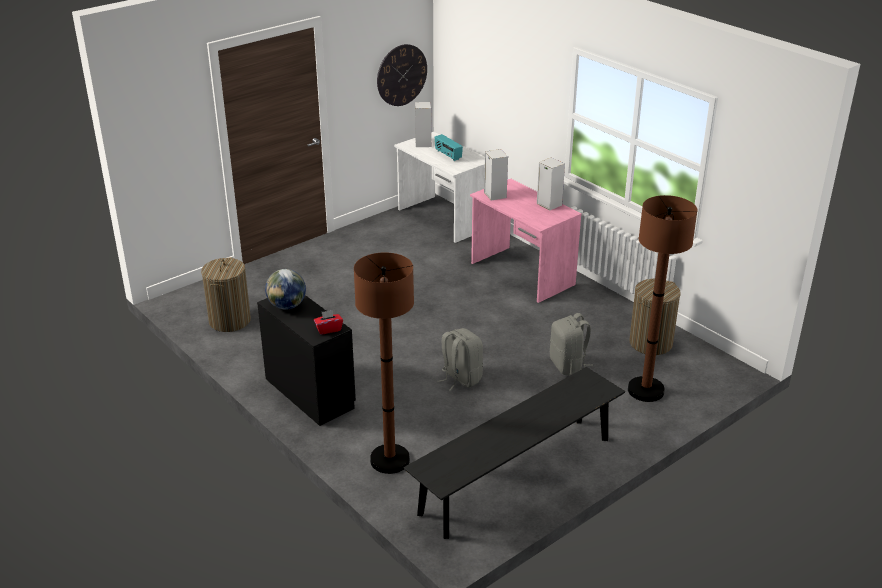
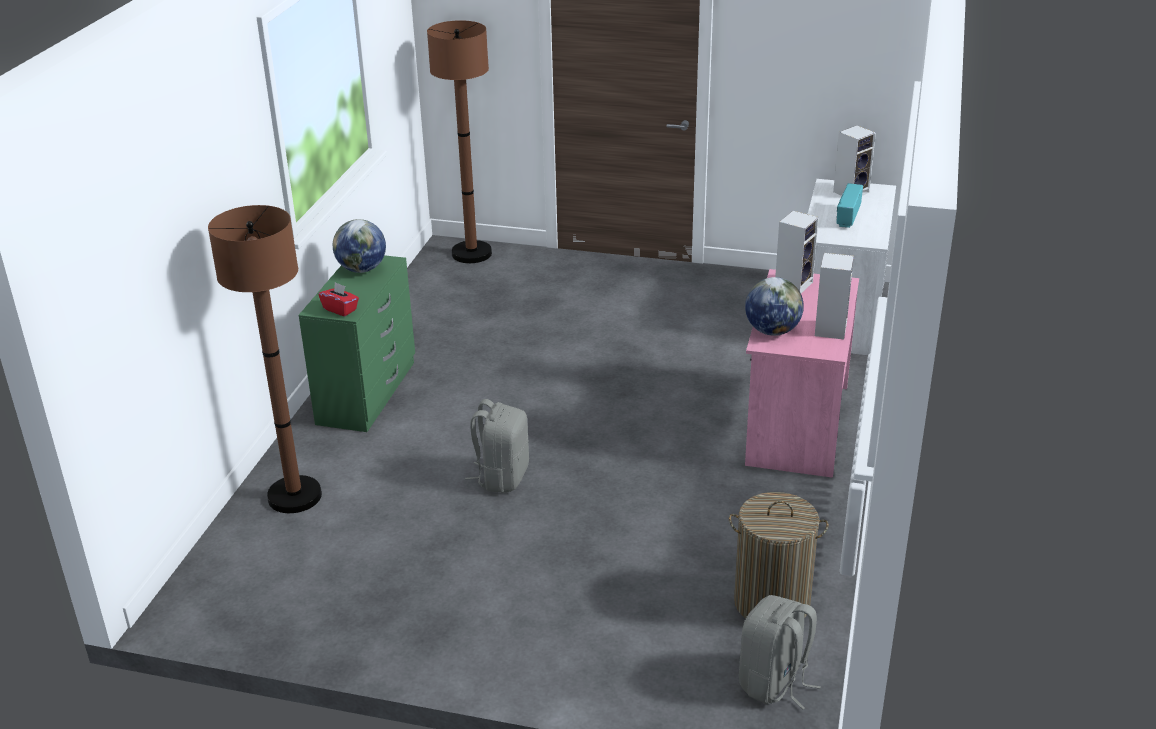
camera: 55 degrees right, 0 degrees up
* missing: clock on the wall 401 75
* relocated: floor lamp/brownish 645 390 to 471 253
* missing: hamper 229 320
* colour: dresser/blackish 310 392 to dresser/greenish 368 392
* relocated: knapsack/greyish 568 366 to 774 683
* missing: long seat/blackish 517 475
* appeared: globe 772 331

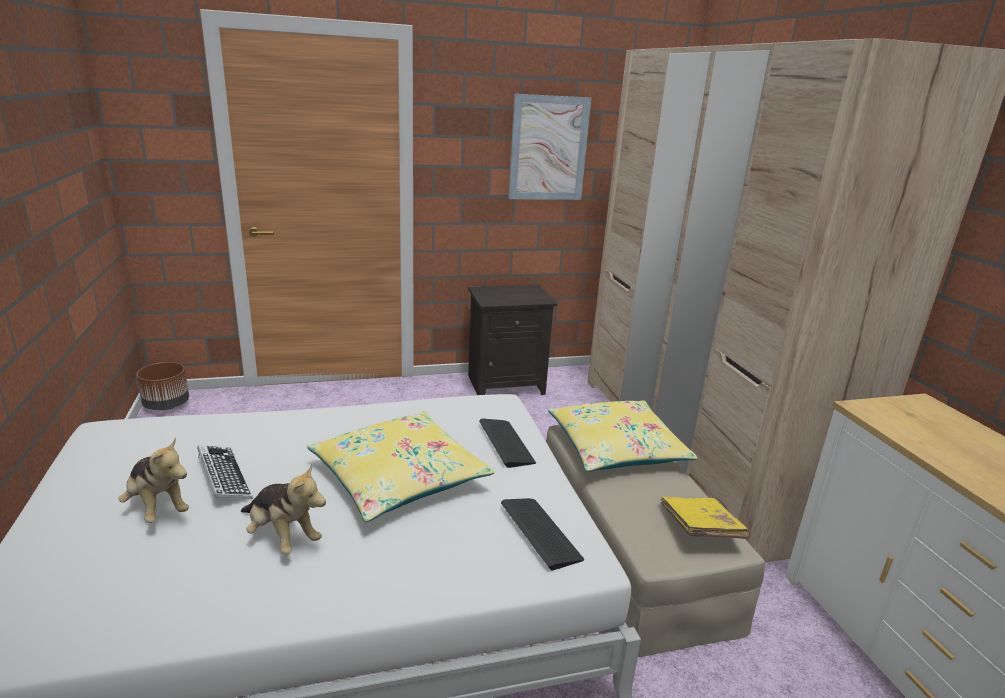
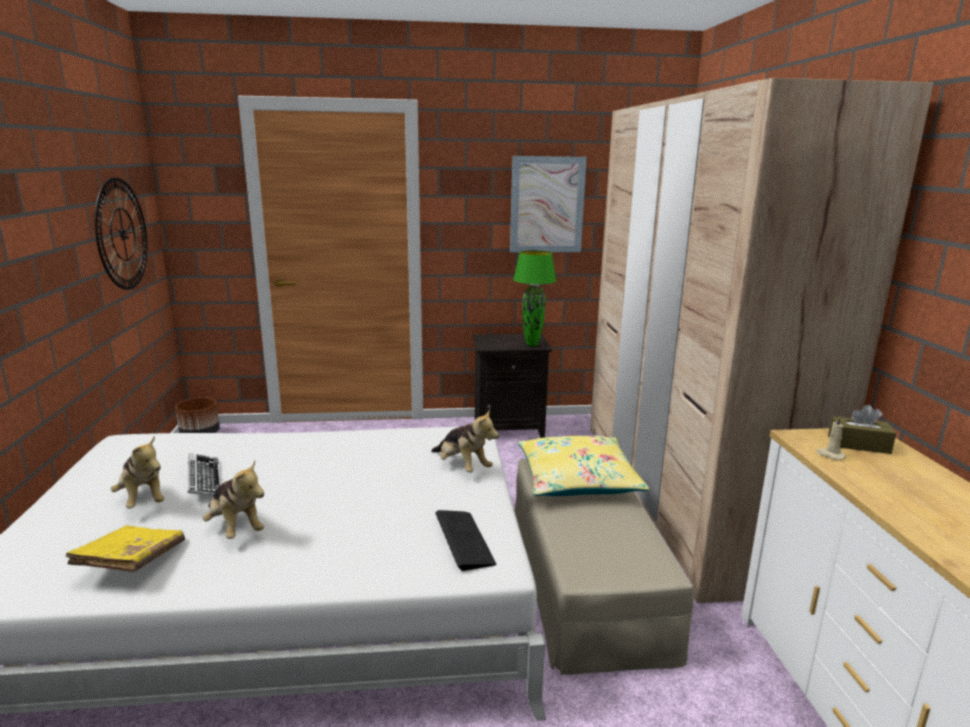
camera: 10 degrees right, 5 degrees down
* missing: throw pillow/yellow-coloured 399 477
* exchanged: keyboard 506 443 to cuddly toy 462 466
* relocated: book/yellow-coloured 700 529 to 131 562
* appeared: clock on the wall 122 234
* appeared: lamp for a table/greenish 532 345
* appeared: box of tissues/brownish 858 444
* appeared: wax candle/beige 830 455

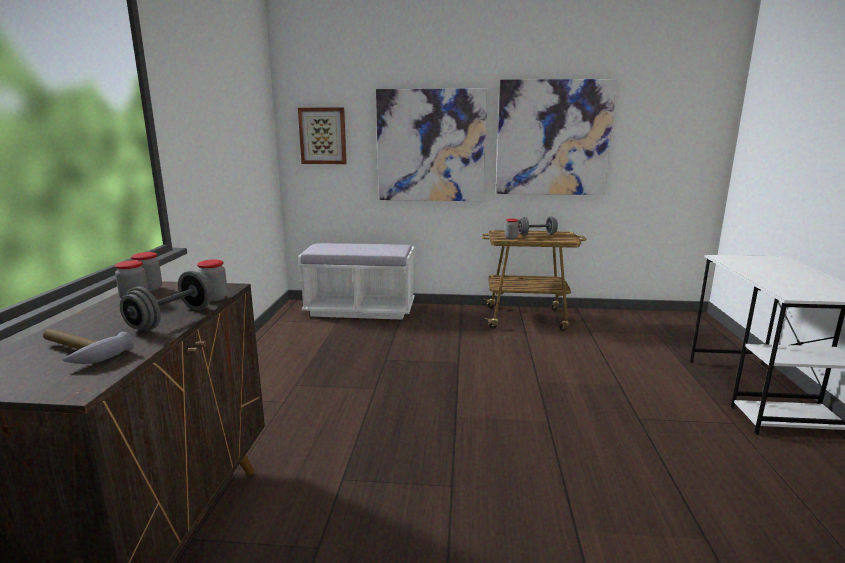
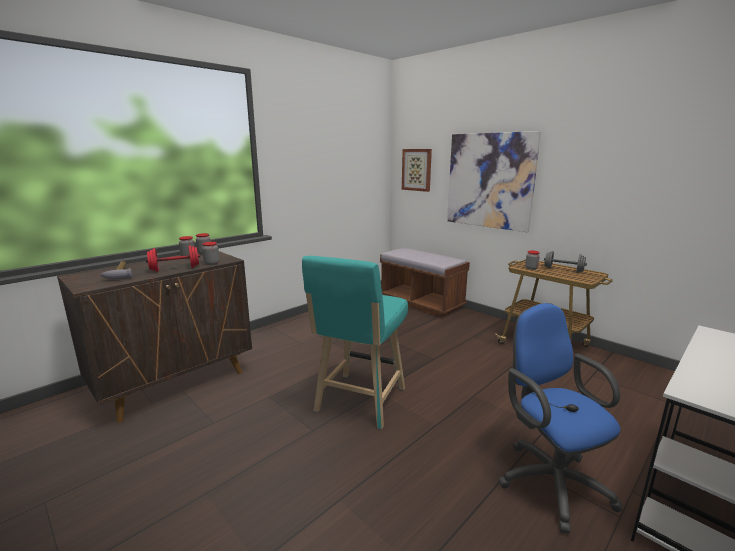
camera: 40 degrees right, 0 degrees up
* missing: wall art 553 138
* colour: long seat/white 360 310 to long seat/brownish 421 303
* colour: free weight/greyish 172 319 to free weight/red-coloured 175 269
* appeared: stool seat/turquoise 358 402
* appeared: computer chair/blue-coloured 548 479

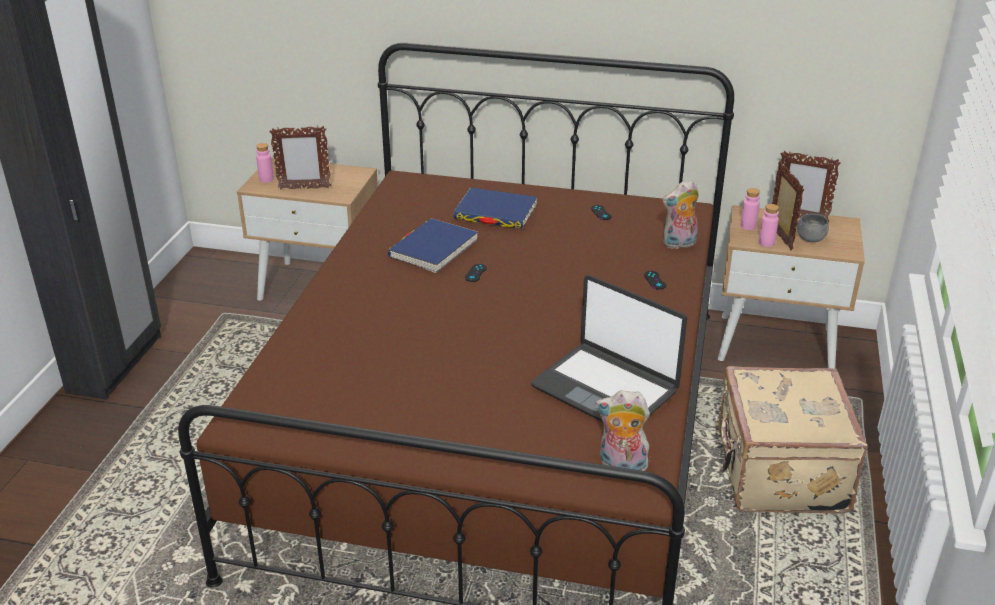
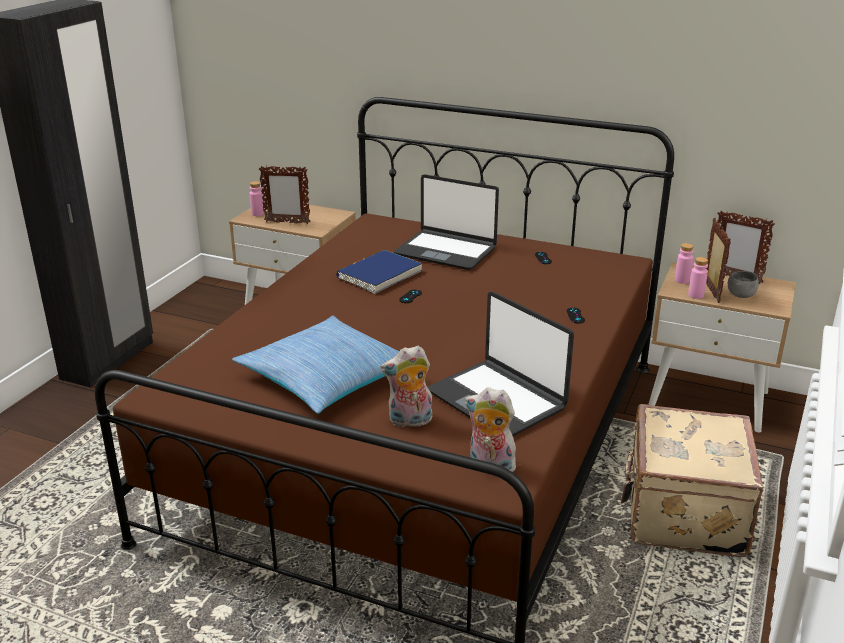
camera: 10 degrees right, 5 degrees down
* relocated: cuddly toy 679 244 to 409 421
* exchanged: book/blue-coloured 495 212 to laptop 446 251
* appeared: throw pillow 326 377

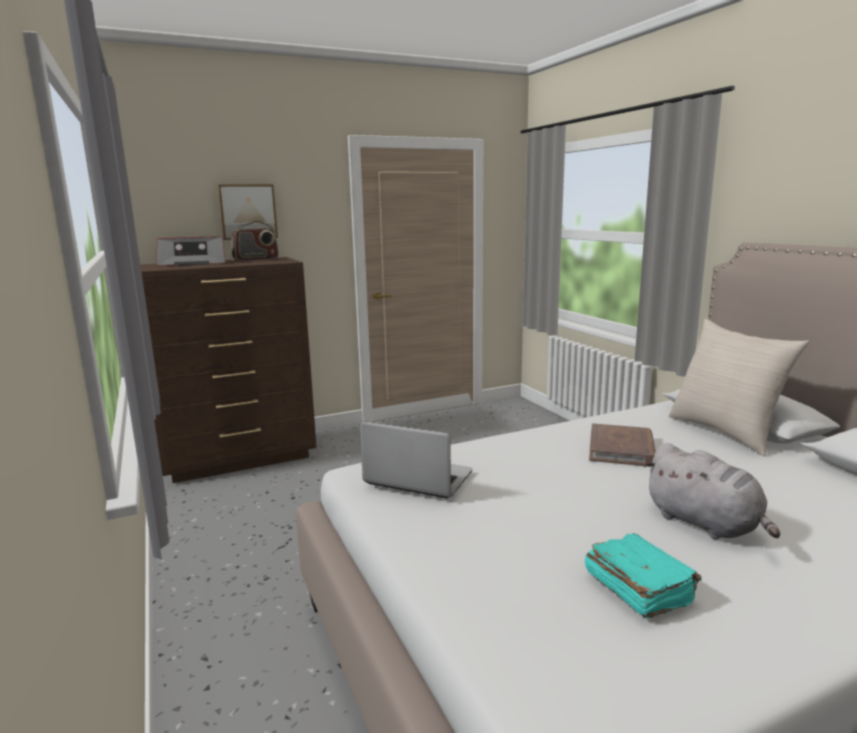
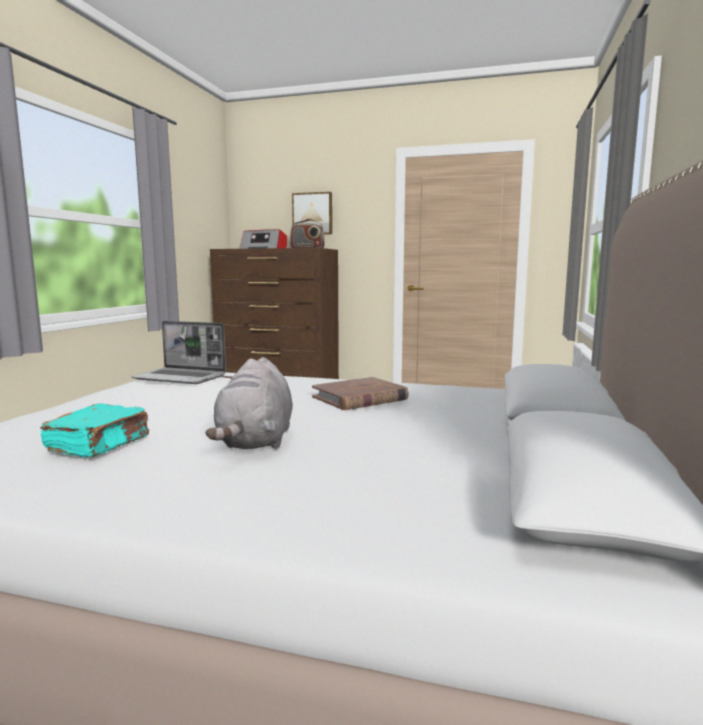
camera: 40 degrees right, 5 degrees down
* missing: throw pillow/beige 725 432
* spun: laptop 416 479 = 181 377 135 degrees clockwise

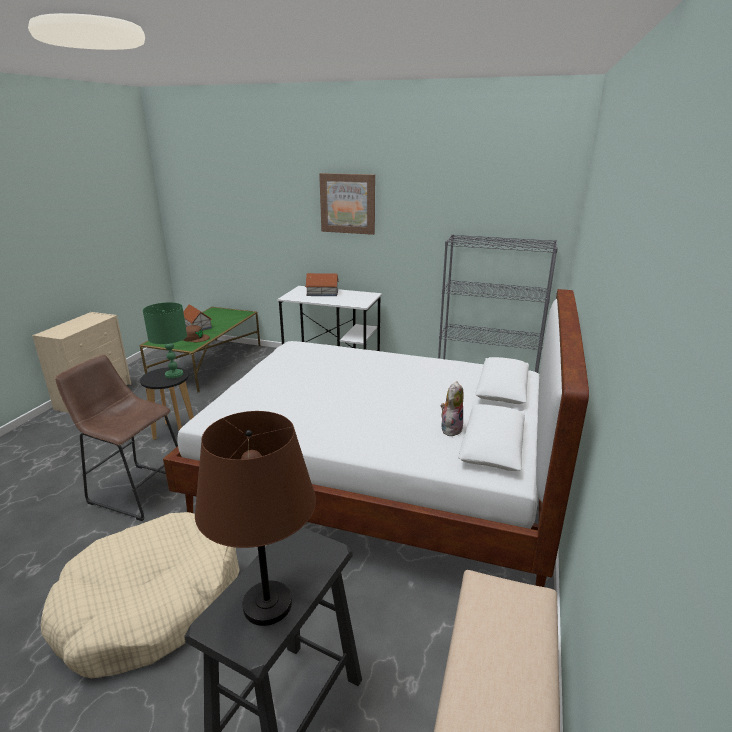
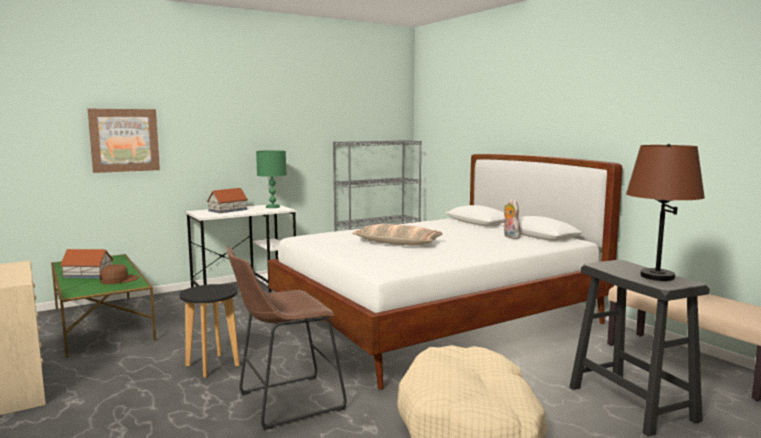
camera: 50 degrees left, 15 degrees down
* relocated: wall art 348 203 to 124 140
* relocated: lamp for a table/greenish 173 374 to 272 207
* appeared: throw pillow 397 243

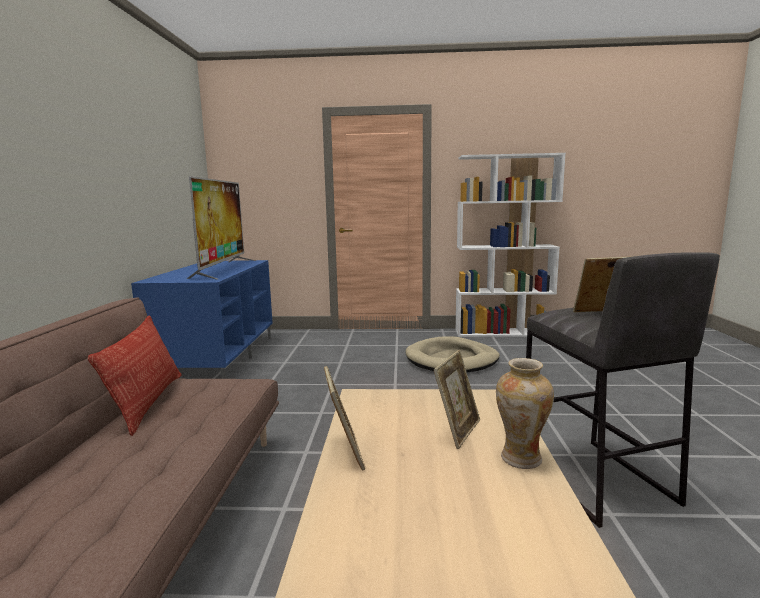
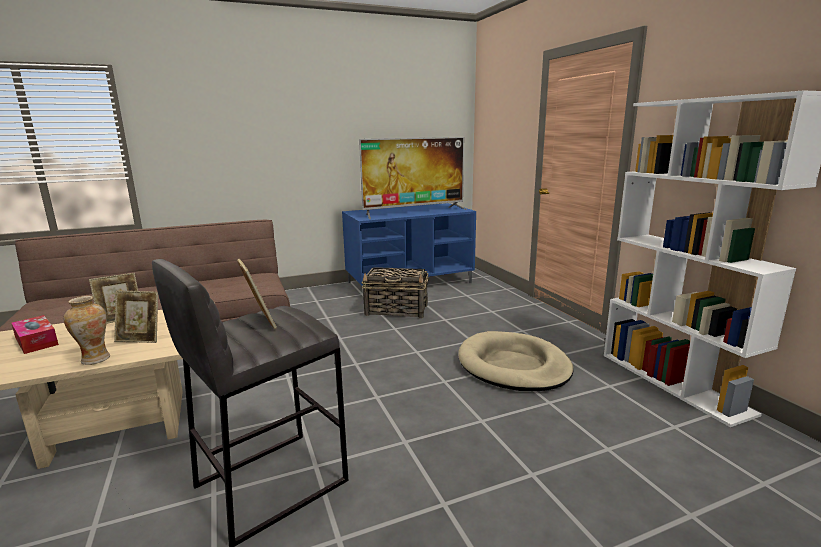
camera: 65 degrees right, 5 degrees up
* missing: throw pillow 148 402
* appeared: storage basket 397 310
* appeared: box of tissues 36 341

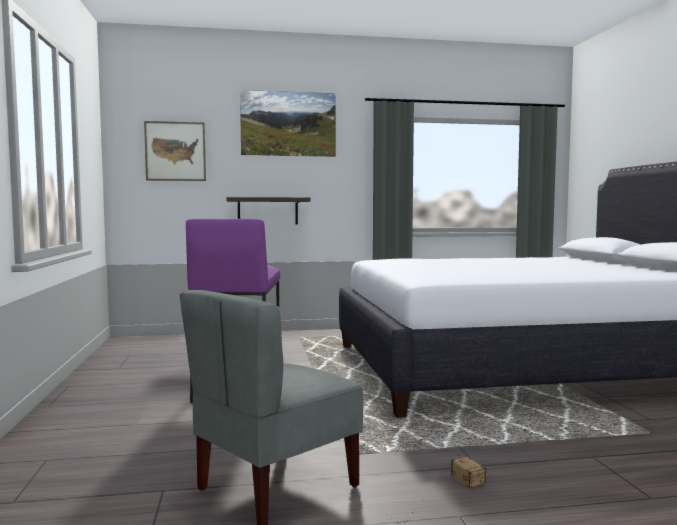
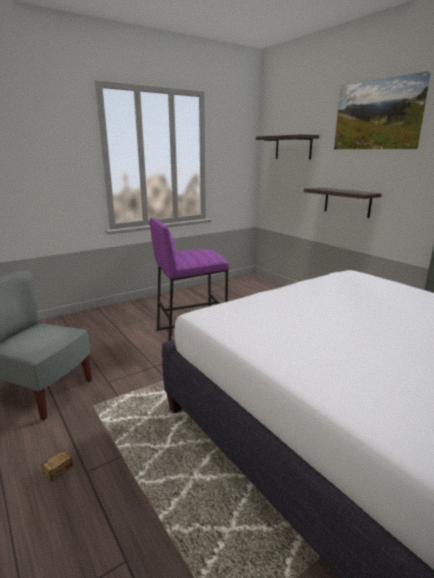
camera: 65 degrees right, 15 degrees up
* exchanged: wall art 175 151 to wall shelf 293 147

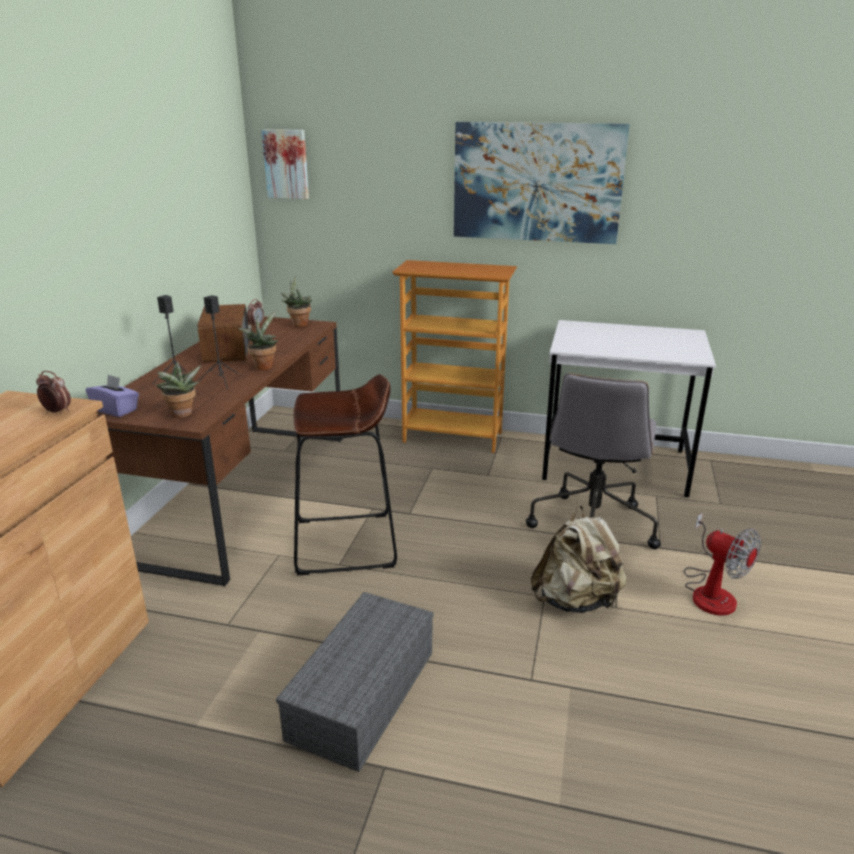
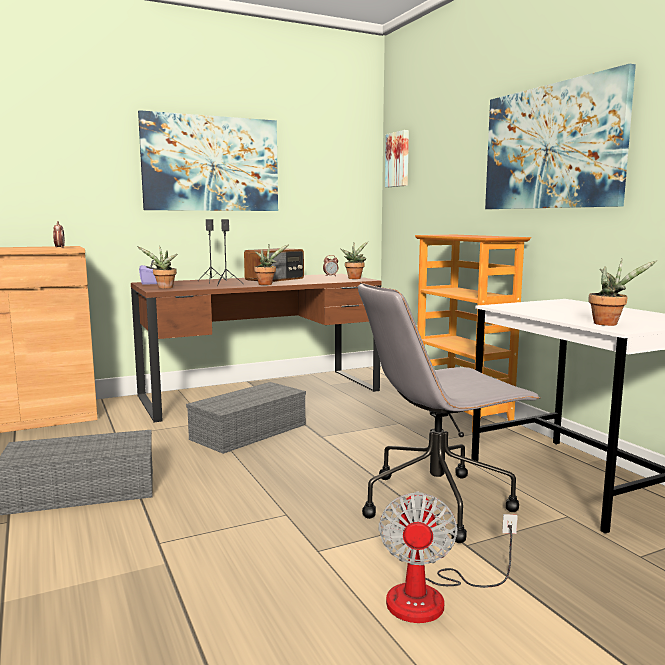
camera: 50 degrees right, 15 degrees down
* exchanged: stool seat/brownish 345 543 to storage container/greyish 248 432
* missing: knapsack/beige 576 601
* appeared: wall art 211 164
* appeared: potted plant 609 324

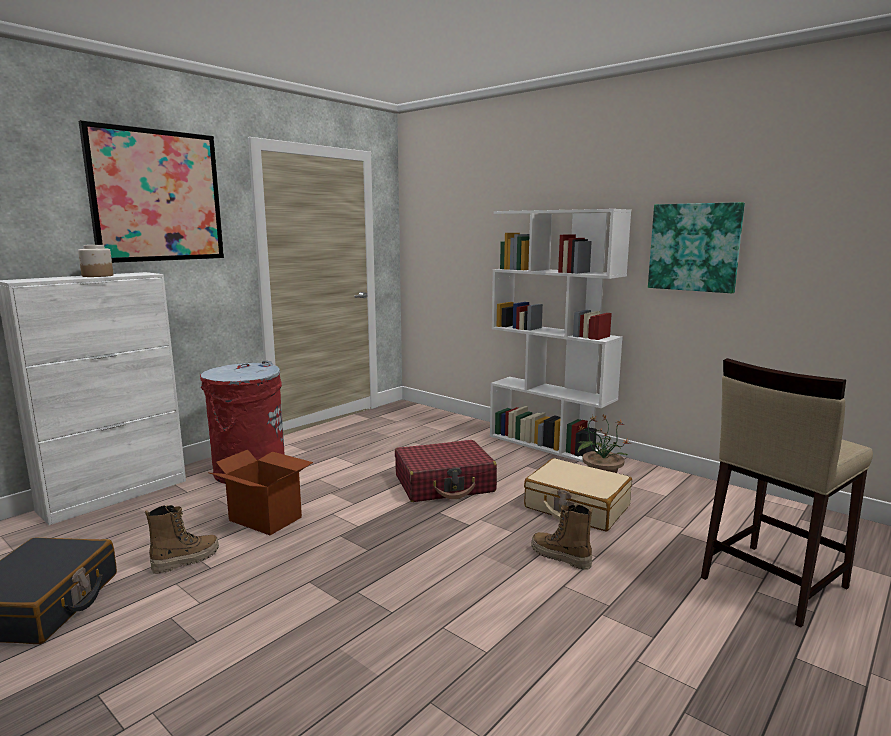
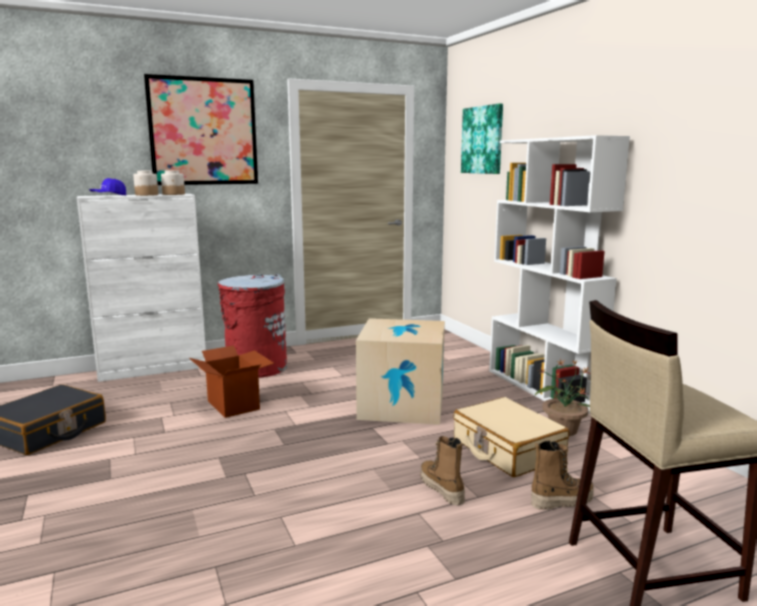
camera: 25 degrees right, 0 degrees up
* relocated: wall art 694 247 to 482 140
* exchanged: piece of luggage/red-coloured 445 484 to packing box 402 405
* relocated: high-top boot 186 560 to 561 501
* appeared: jar 174 194
* appeared: baseball cap/blue-coloured 109 196

